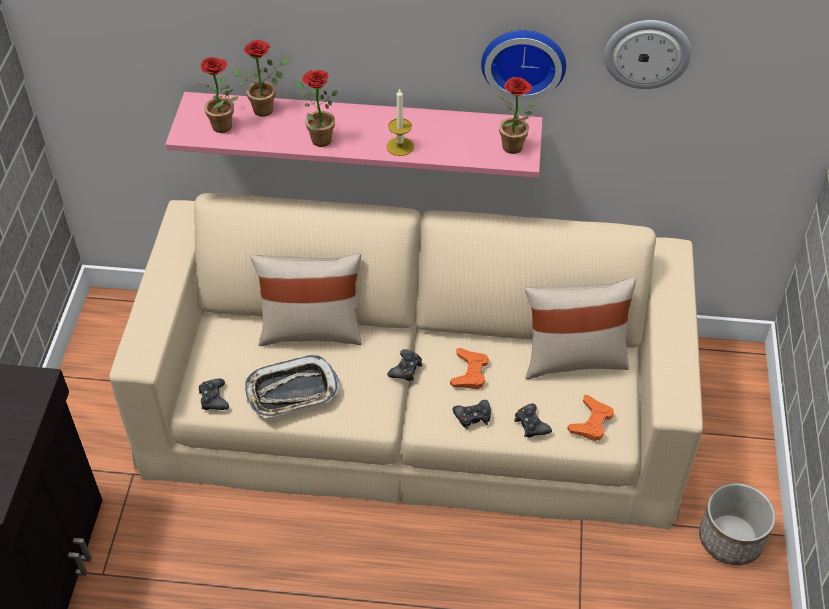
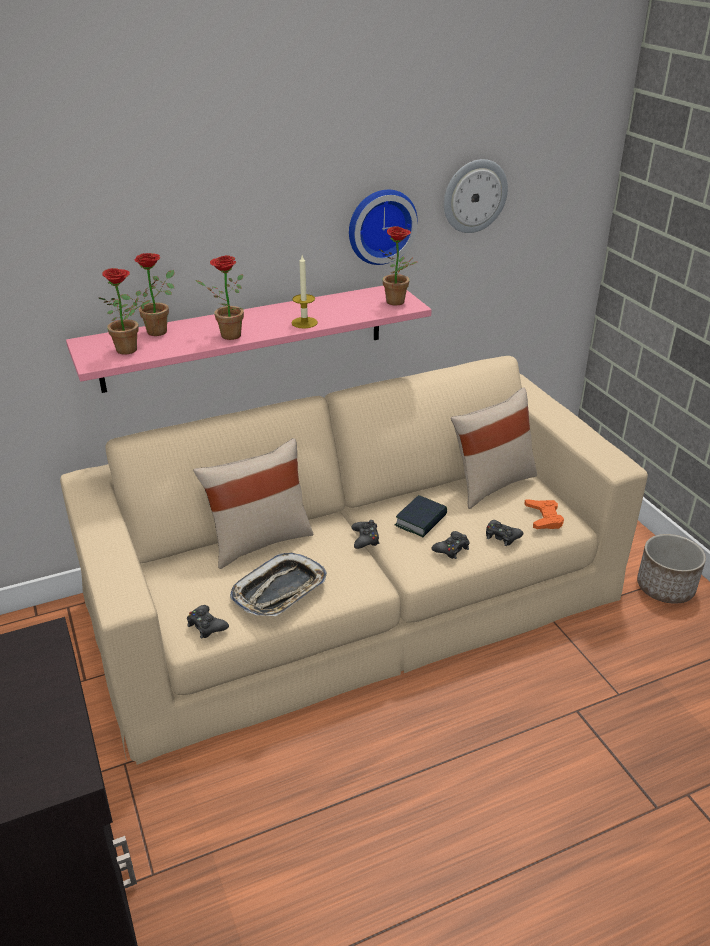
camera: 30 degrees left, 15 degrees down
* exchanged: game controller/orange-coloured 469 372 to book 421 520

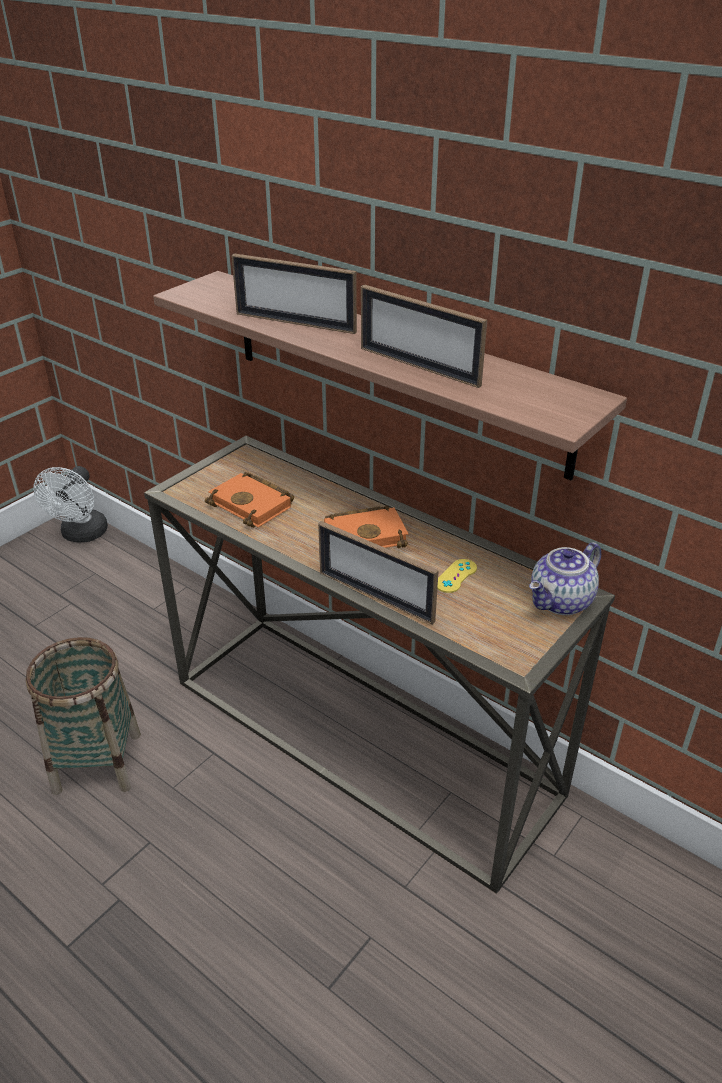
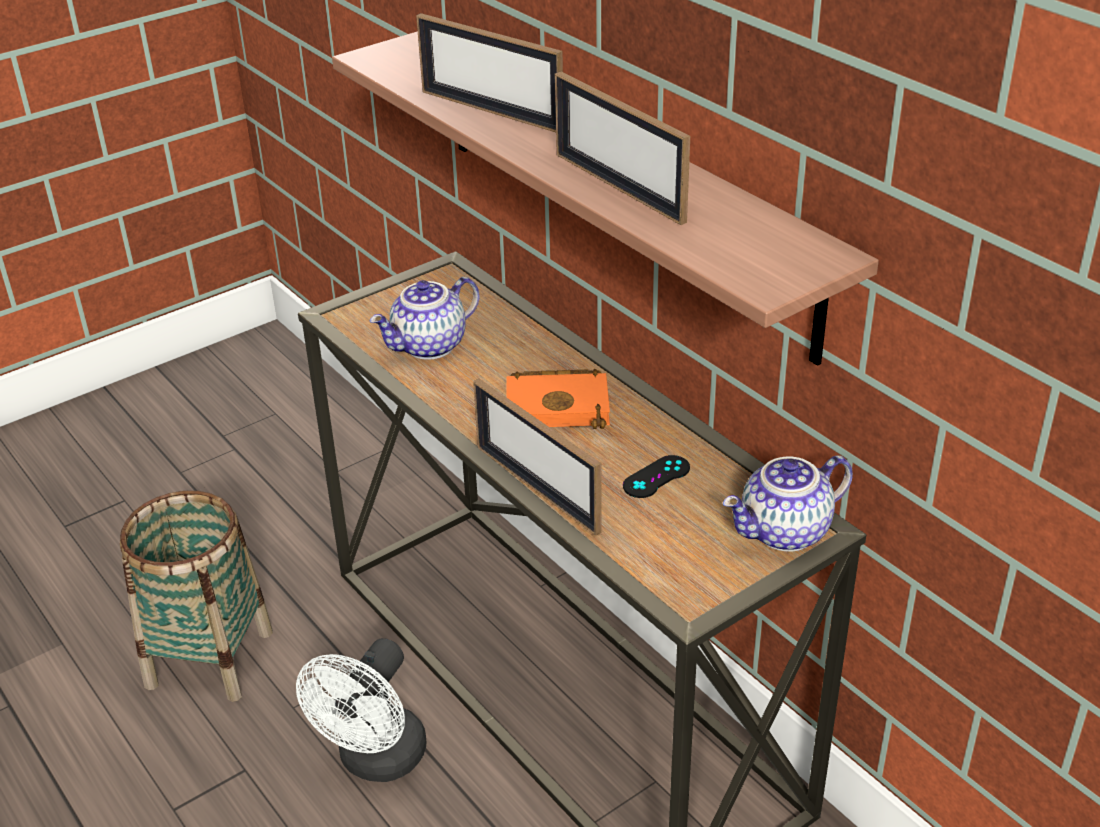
camera: 15 degrees right, 0 degrees up
* relocated: electric fan/white 81 535 to 376 761
* exchanged: book/orange-coloured 254 505 to tea pot 429 347
* colour: game controller/yellow-coloured 456 576 to game controller/blackish 656 477

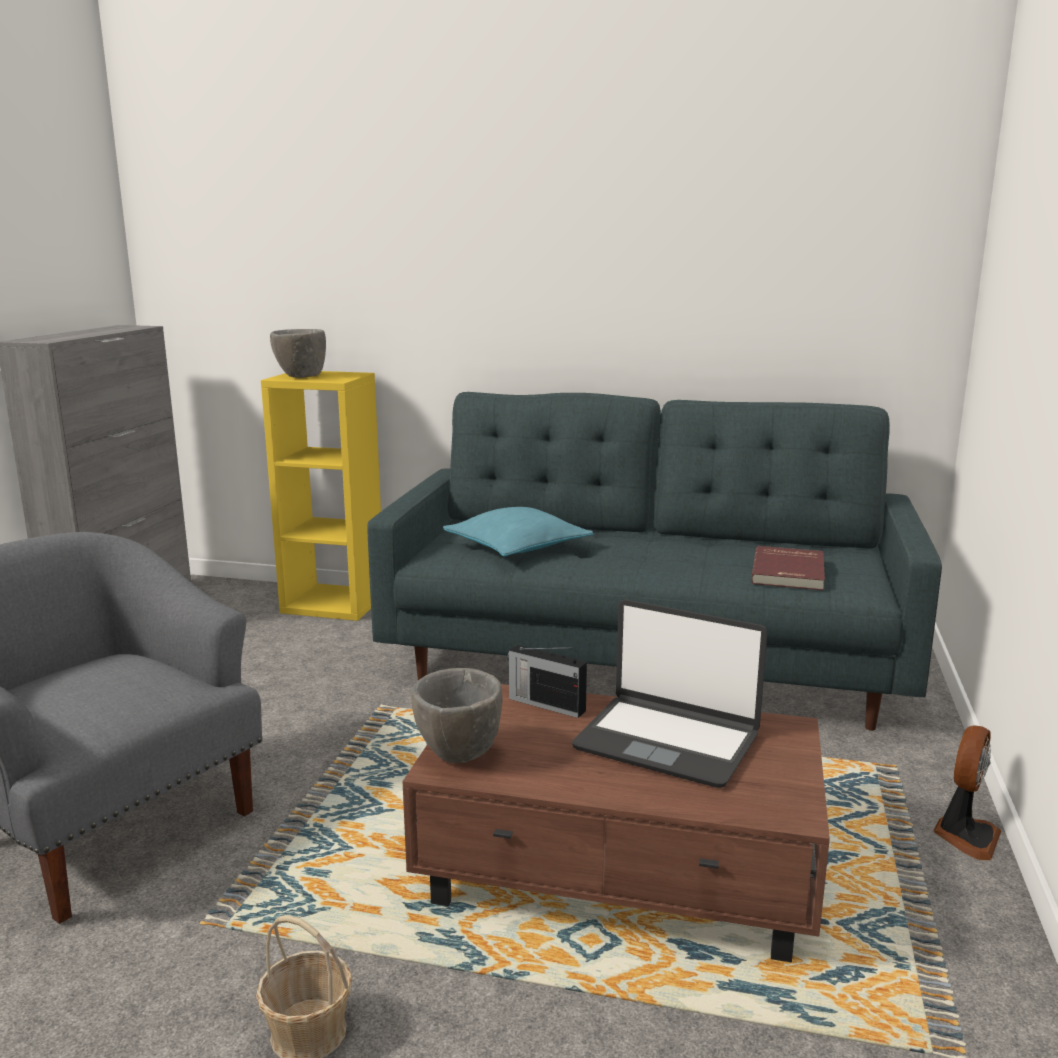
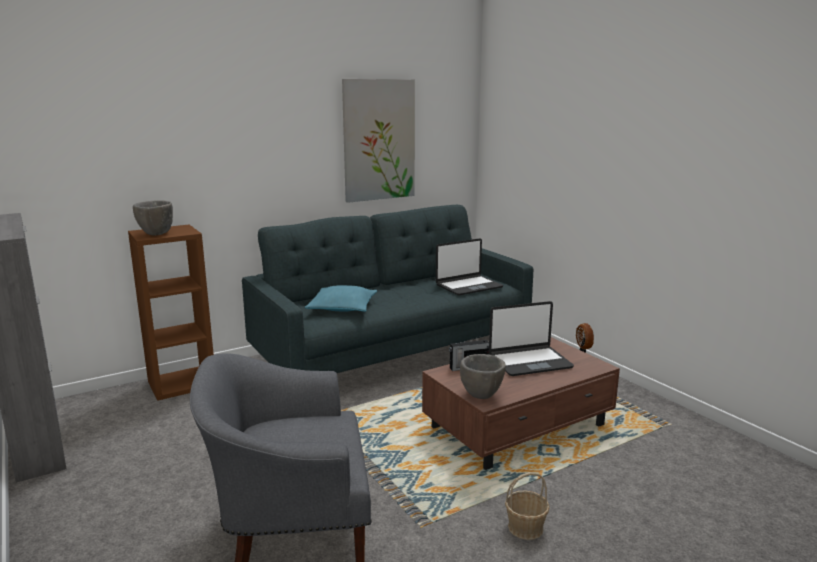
camera: 45 degrees left, 0 degrees up
* colour: bookshelf/yellow-coloured 335 603 to bookshelf/brownish 182 383
* exchanged: book/red-coloured 790 572 to laptop 468 286
* appeared: wall art 379 140

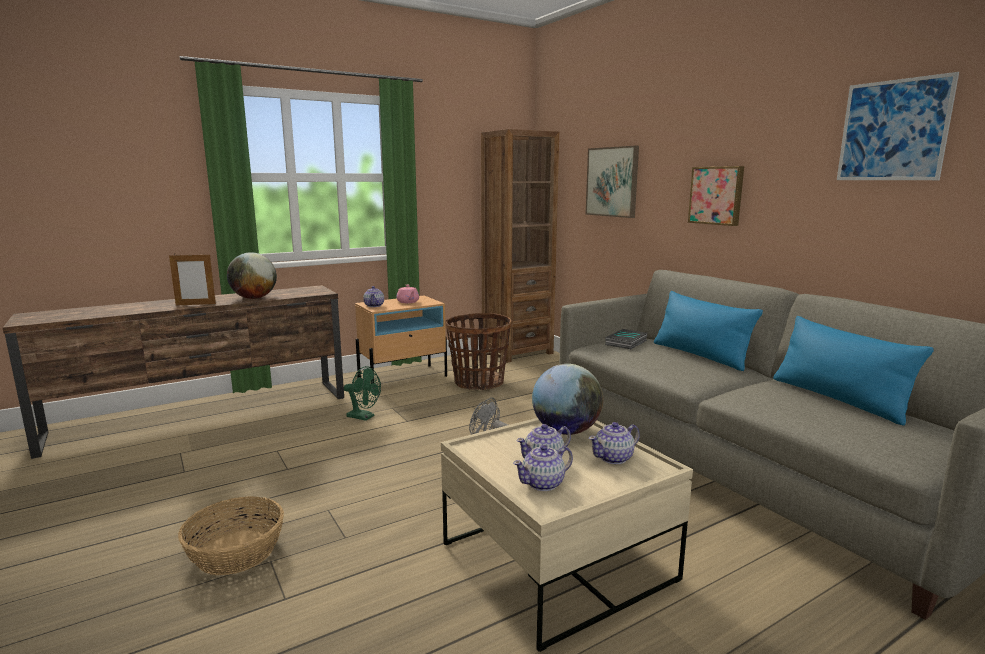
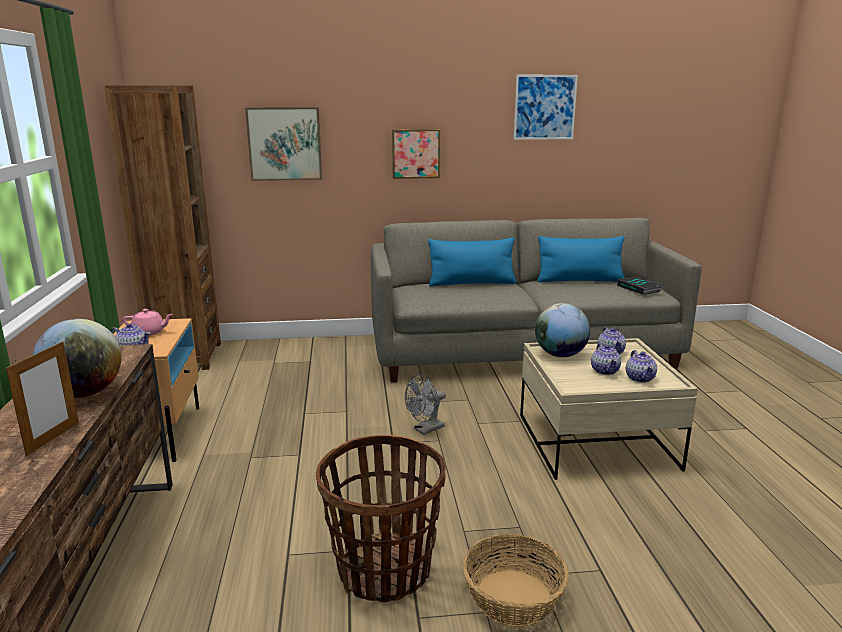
camera: 65 degrees left, 5 degrees up
* relocated: storage basket 478 382 to 384 571
* relocated: book 627 343 to 639 288
* missing: electric fan/greenish 364 417

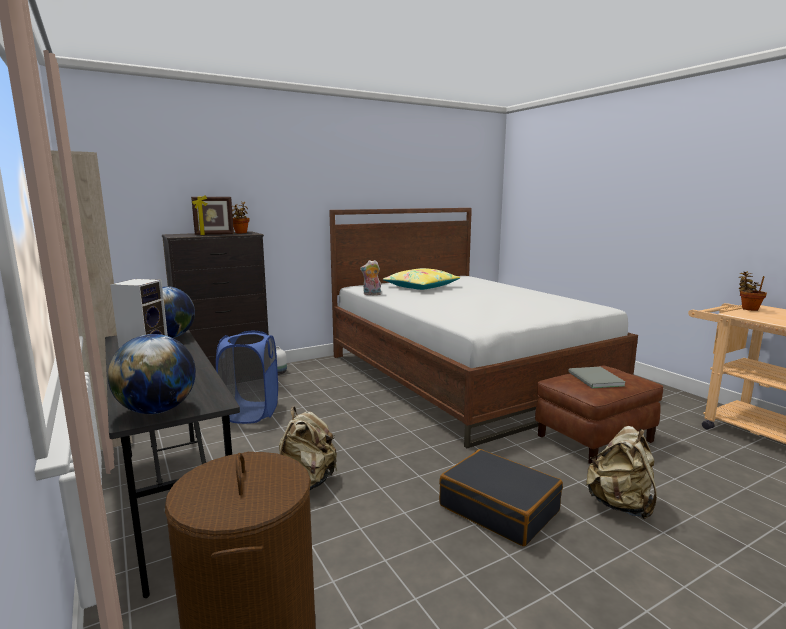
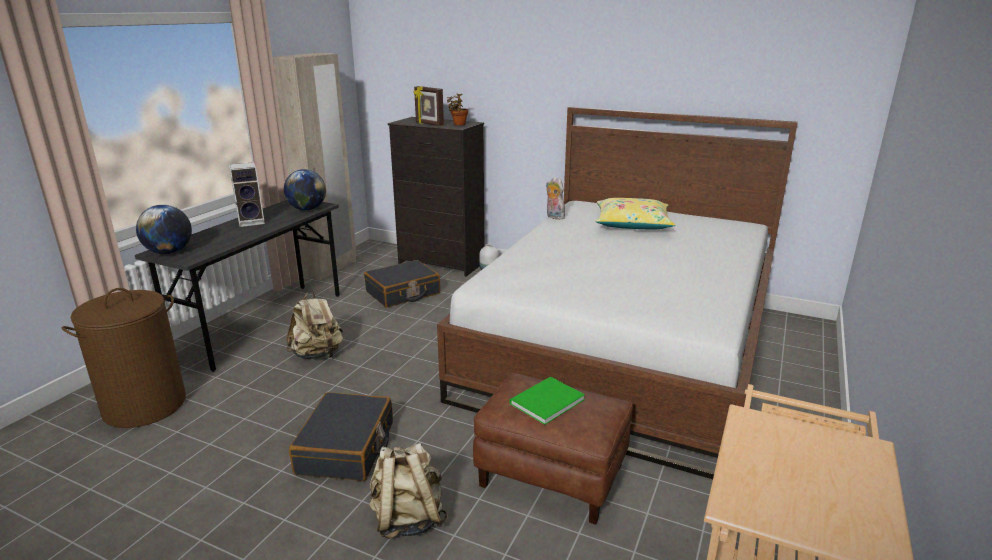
camera: 55 degrees right, 10 degrees up
* missing: potted plant 748 309
* exchanged: hamper/blue-coloured 251 412 to piece of luggage/blackish 403 293
* colour: book/greyish 595 379 to book/greenish 544 401

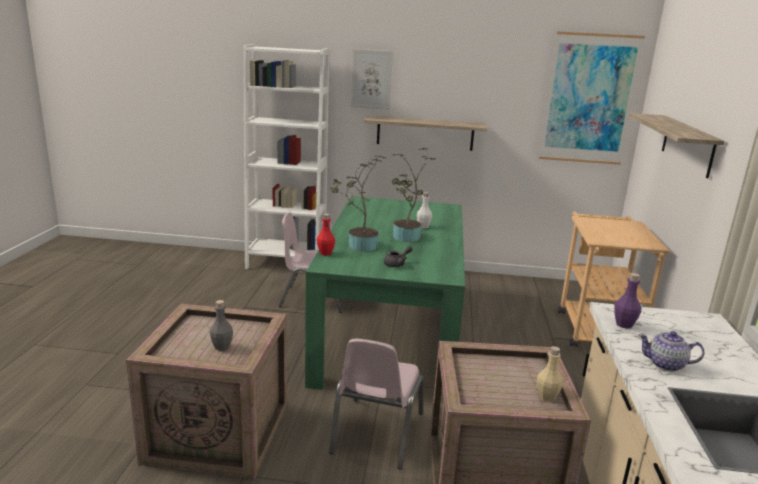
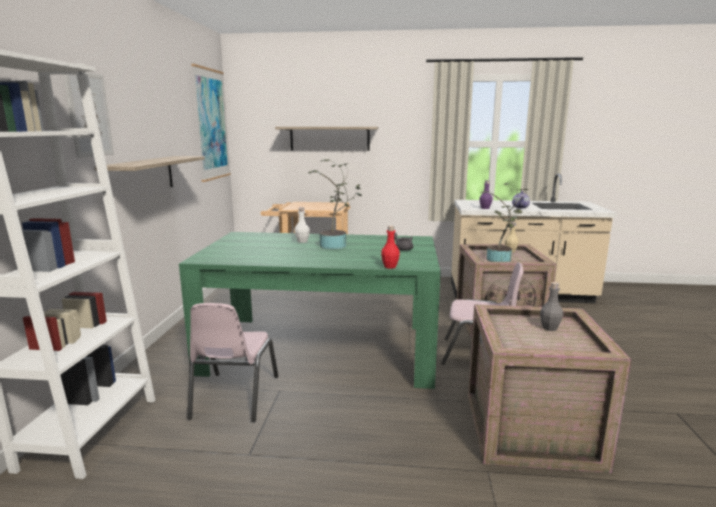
camera: 90 degrees left, 5 degrees down
* relocated: potted plant 359 246 to 500 260

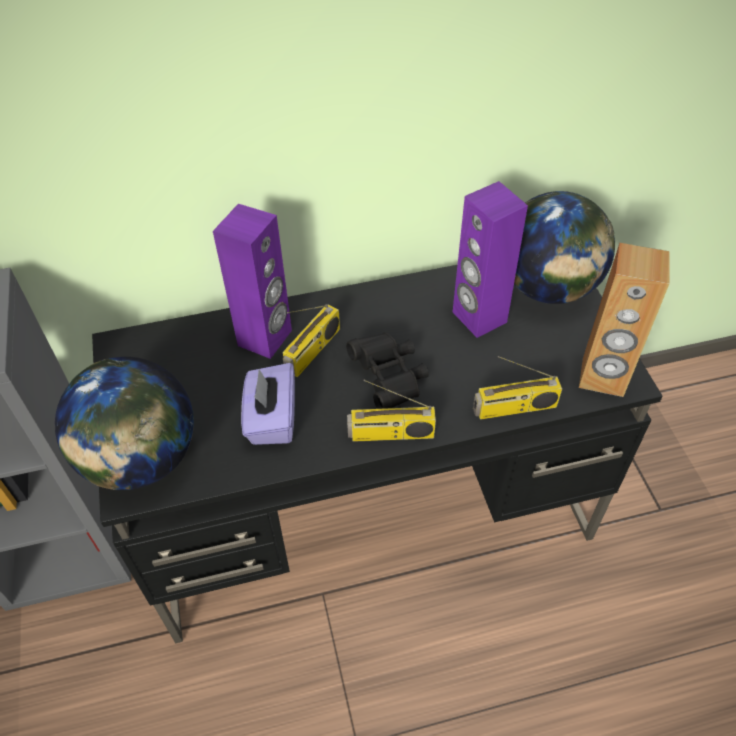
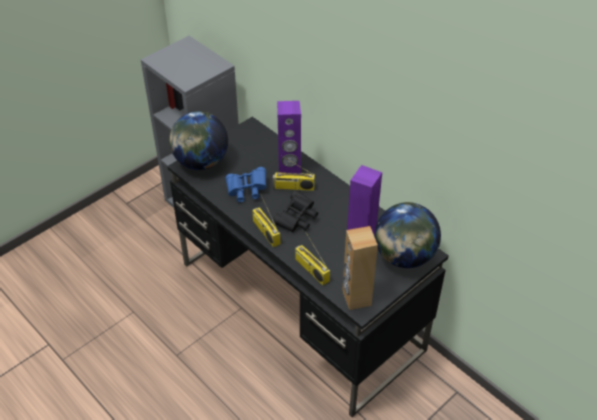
camera: 60 degrees right, 5 degrees down
* exchanged: box of tissues/purple 272 419 to pair of binoculars/blue-coloured 246 191

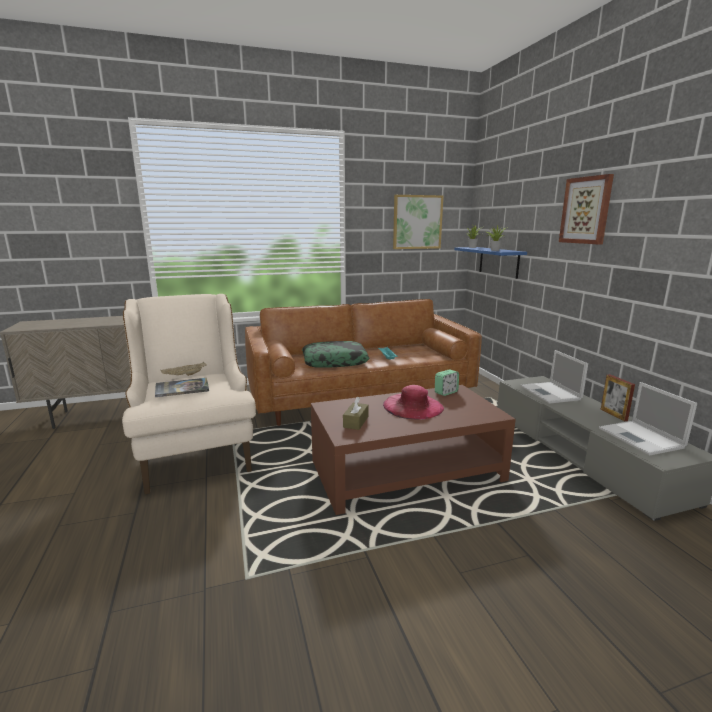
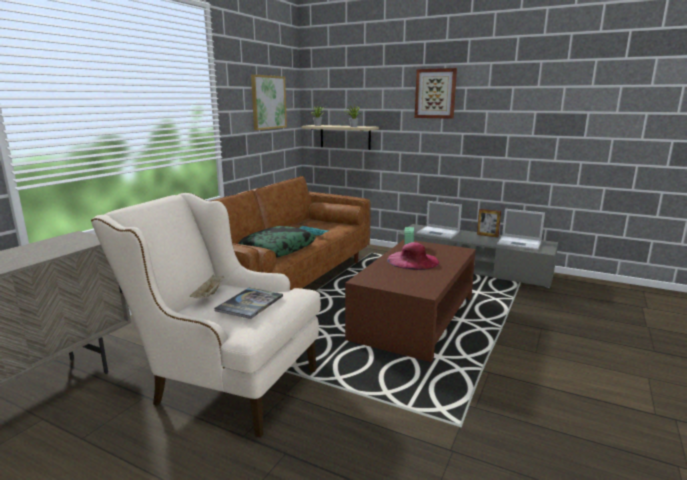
camera: 45 degrees left, 0 degrees up
* colour: wall shelf/blue-coloured 498 262 to wall shelf/beige 345 137
* missing: box of tissues/brownish 356 422

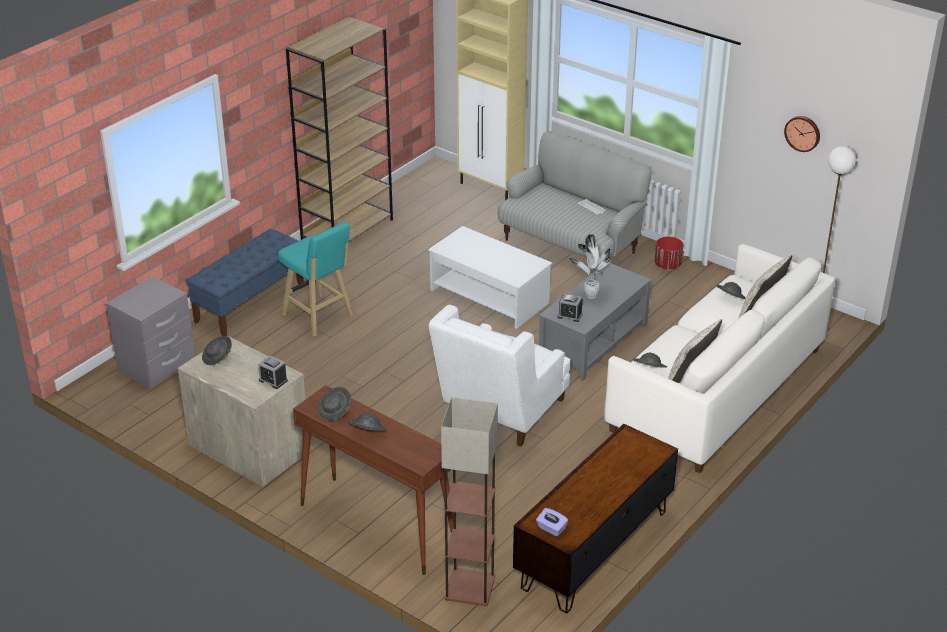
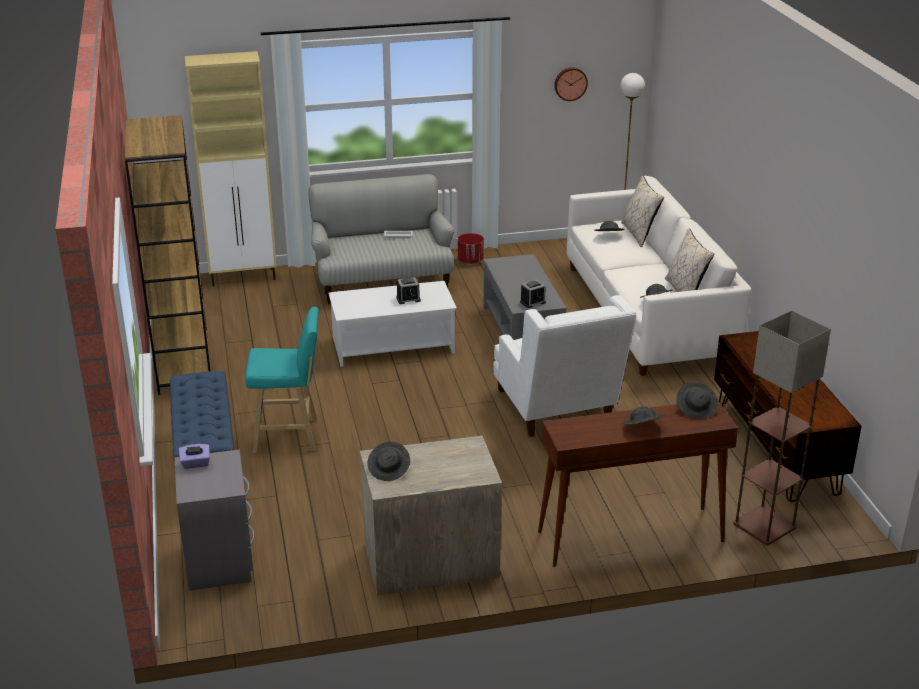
camera: 50 degrees left, 5 degrees down
* missing: potted plant 590 296
* relocated: table clock 273 380 to 408 299
* relocated: wearable hat/greyish 335 411 to 696 409
* relocated: box of tissues/purple 551 529 to 195 464

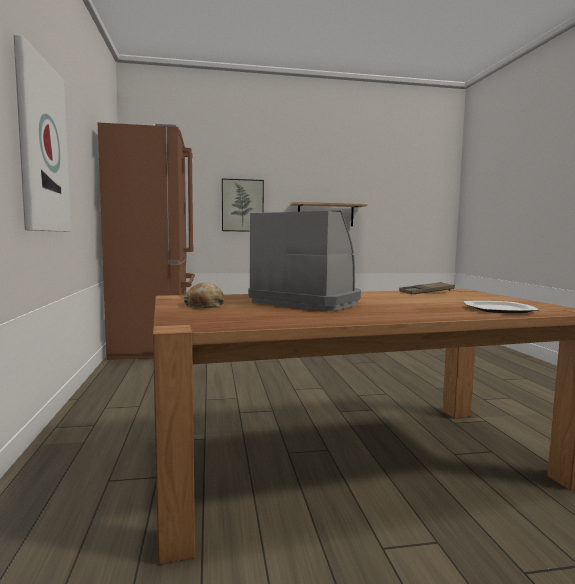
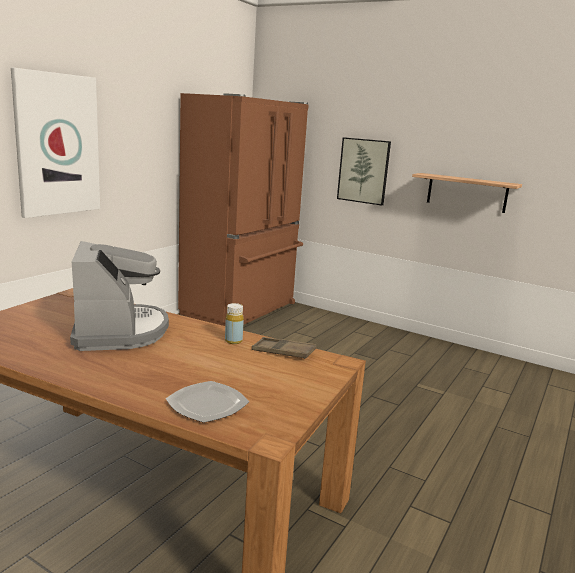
camera: 40 degrees right, 10 degrees up
* missing: bread 204 305
* appeared: bottle/yellow-coloured 233 341

